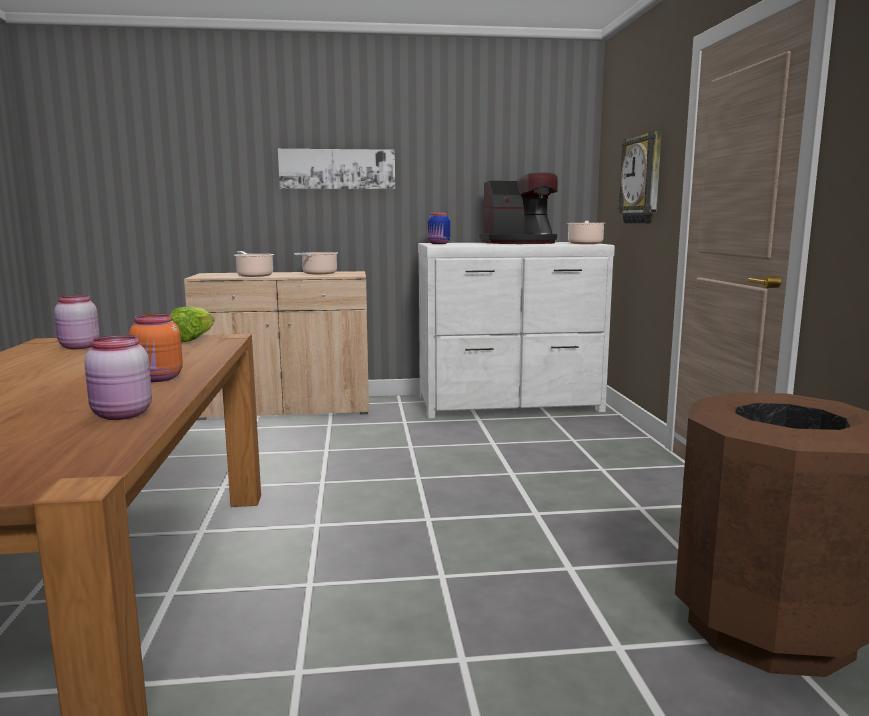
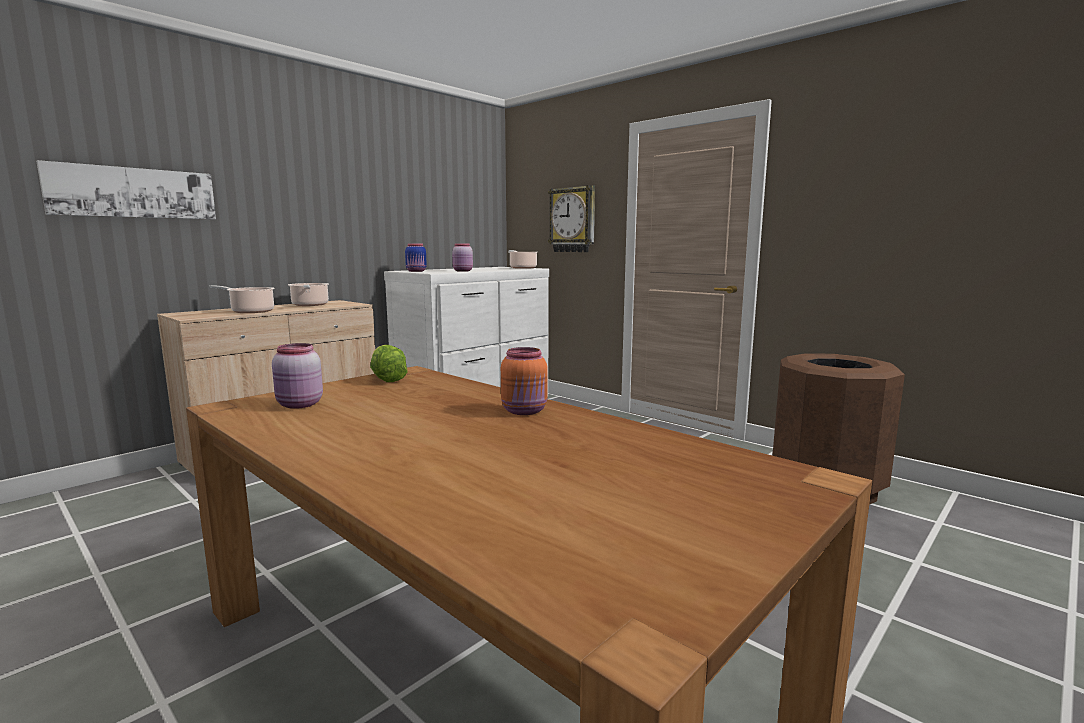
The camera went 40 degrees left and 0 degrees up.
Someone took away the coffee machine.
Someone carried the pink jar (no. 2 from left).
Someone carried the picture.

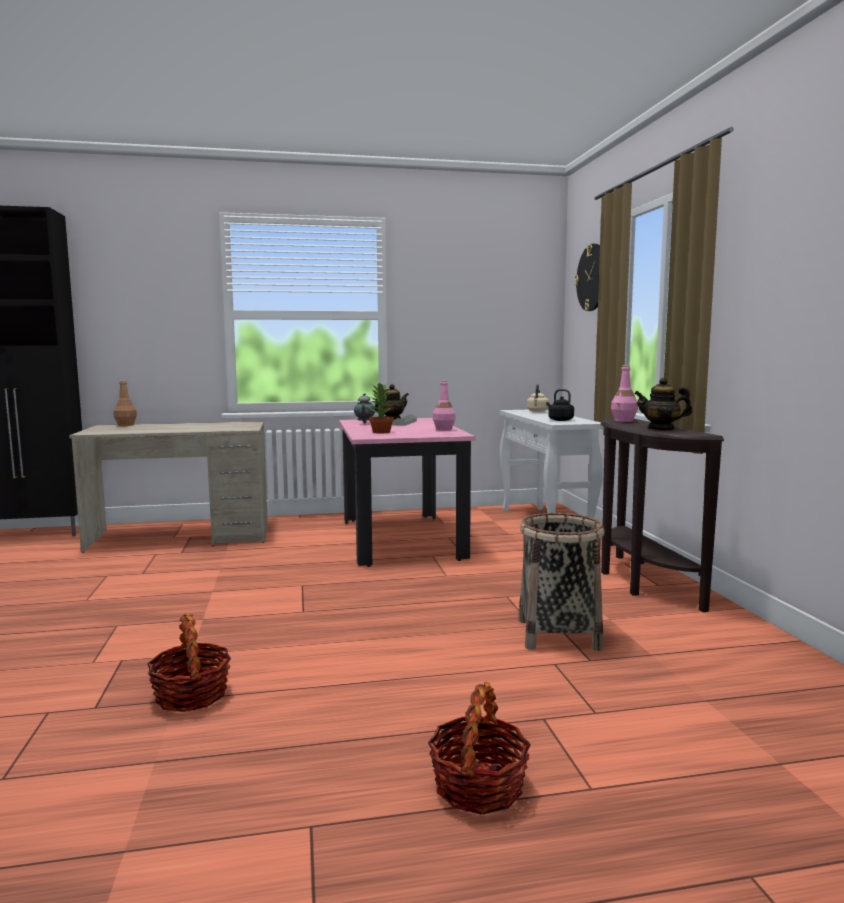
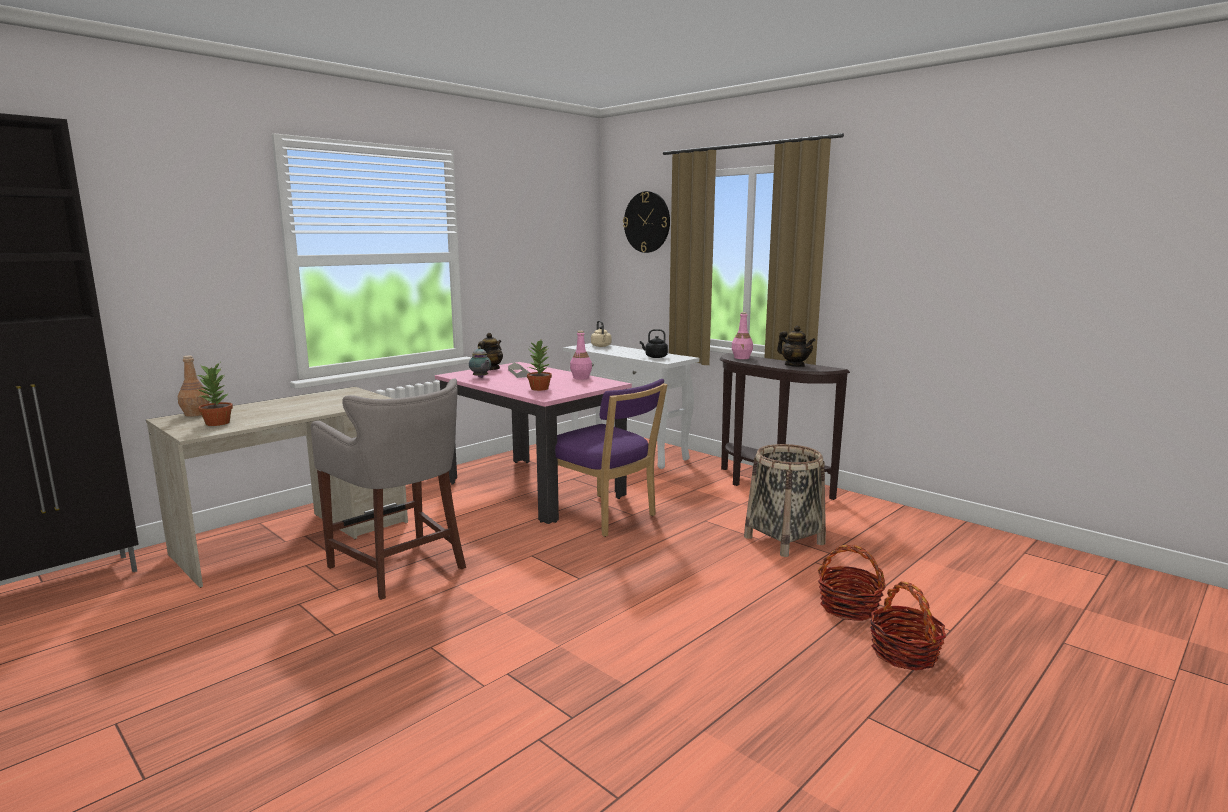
The camera went 35 degrees left and 5 degrees up.
Someone put down the potted plant (no. 1 from left).
Someone put down the grey stool.
Someone put down the purple chair.
Someone carried the basket (no. 1 from left in the first image).
Someone rotated the teapot (no. 3 from left) by 105 degrees counterclockwise.

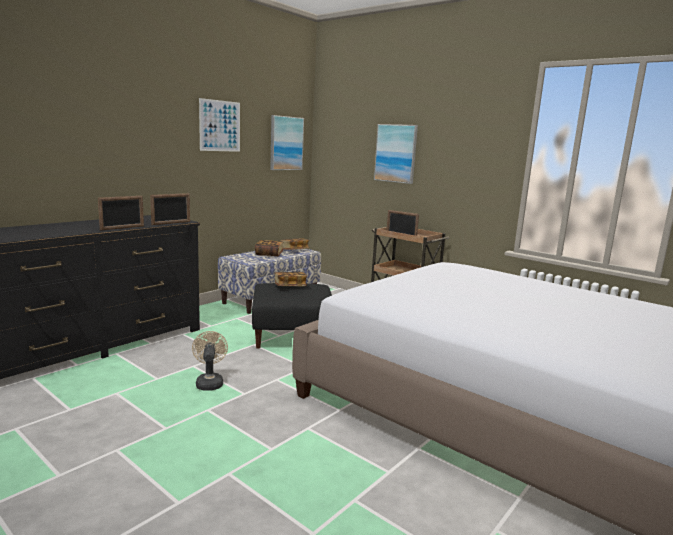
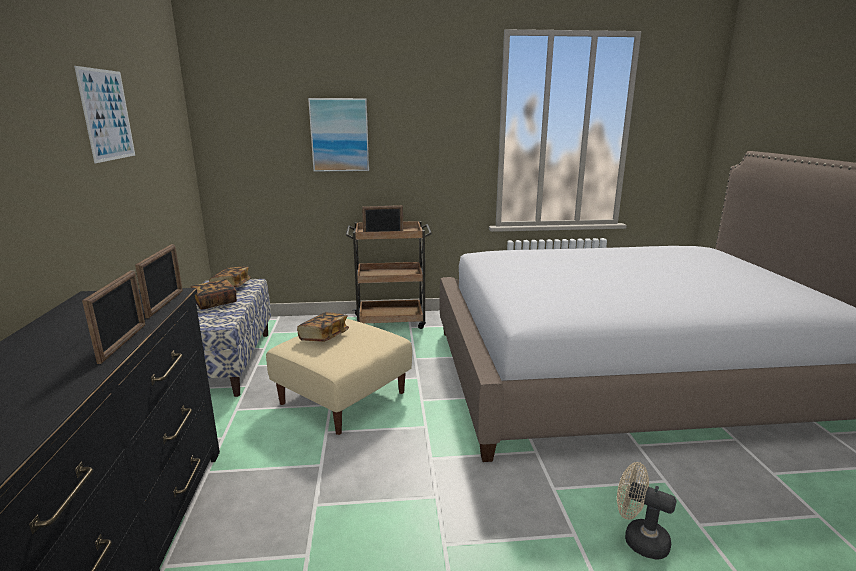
The camera went 45 degrees left and 5 degrees up.
Someone took away the picture (no. 2 from left).
Someone carried the beige fan.
Someone repainted the black ottoman, which became the beige ottoman.

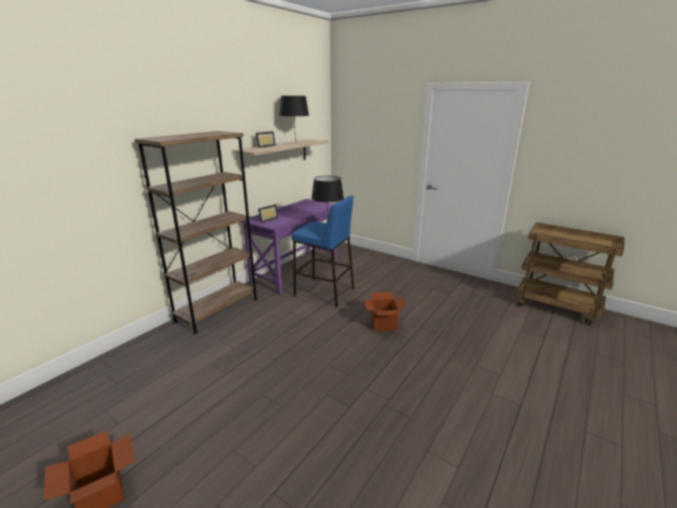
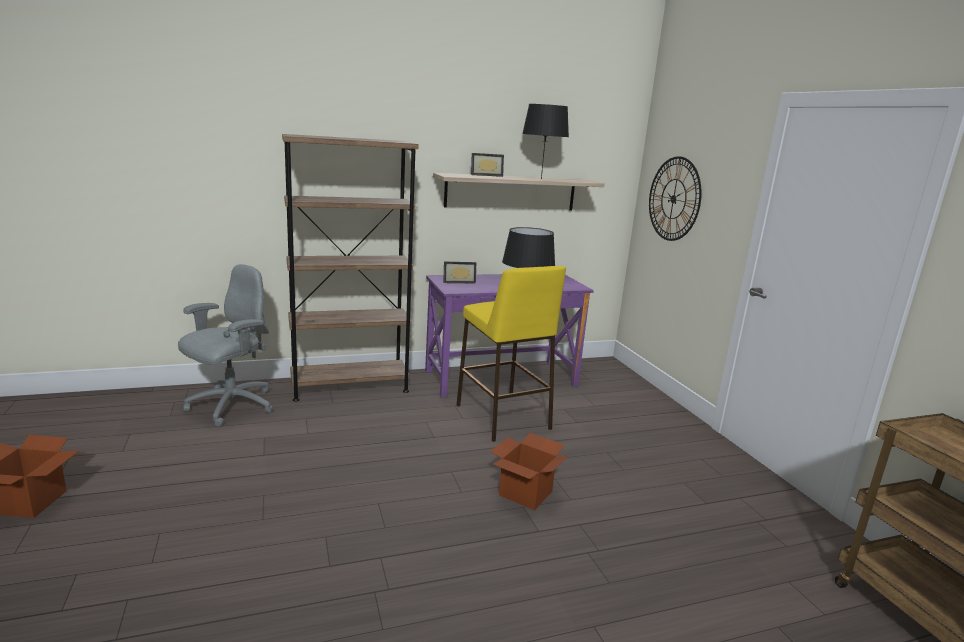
The camera went 35 degrees right and 5 degrees down.
Someone put down the grey office chair.
Someone put up the wall clock.
Someone repainted the blue stool, which became the yellow stool.

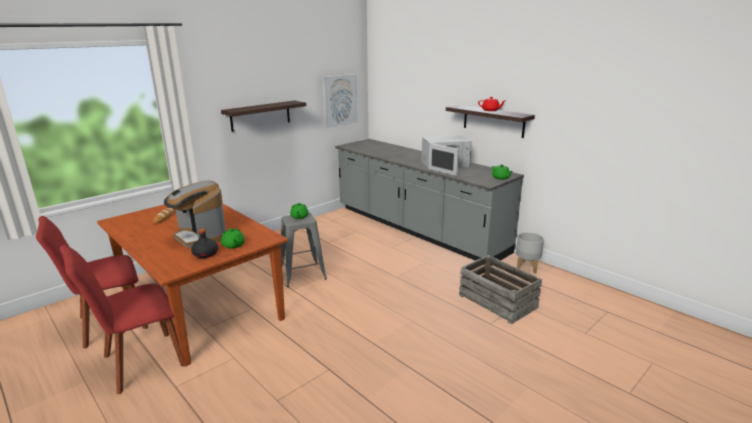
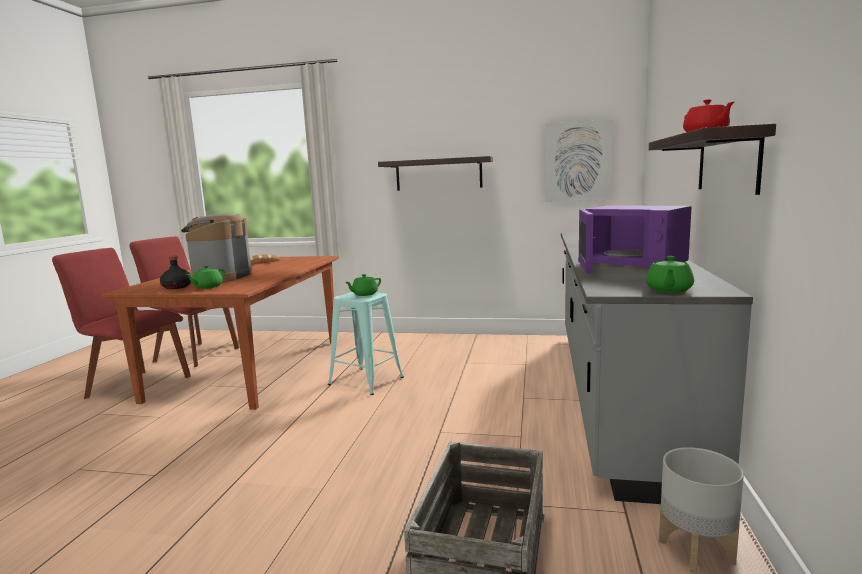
The camera went 55 degrees right and 10 degrees down.
Someone repainted the grey stool, which became the turquoise stool.
Someone repainted the white microwave, which became the purple microwave.

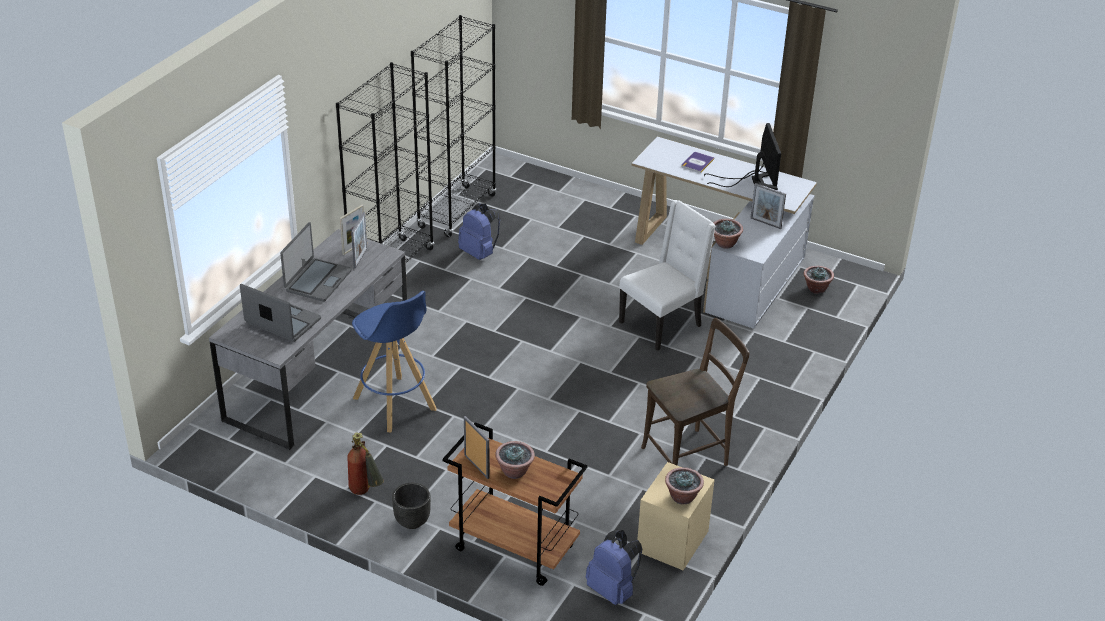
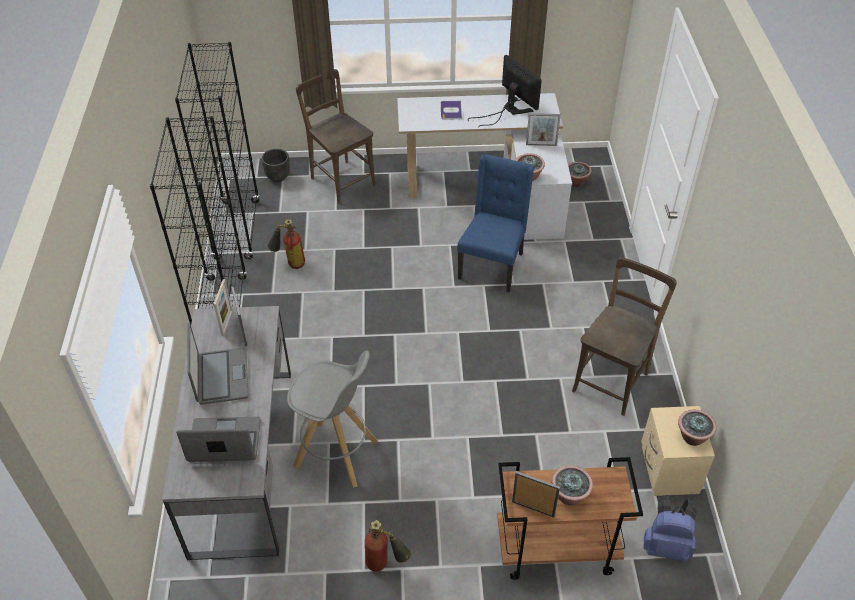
The camera went 30 degrees left and 10 degrees up.
Someone put down the brown chair (no. 1 from left).
Someone carried the black planter.
Someone swapped the blue backpack (no. 1 from left) for the fire extinguisher (no. 1 from left).
Someone repainted the blue stool, which became the grey stool.
Someone repainted the white chair, which became the blue chair.

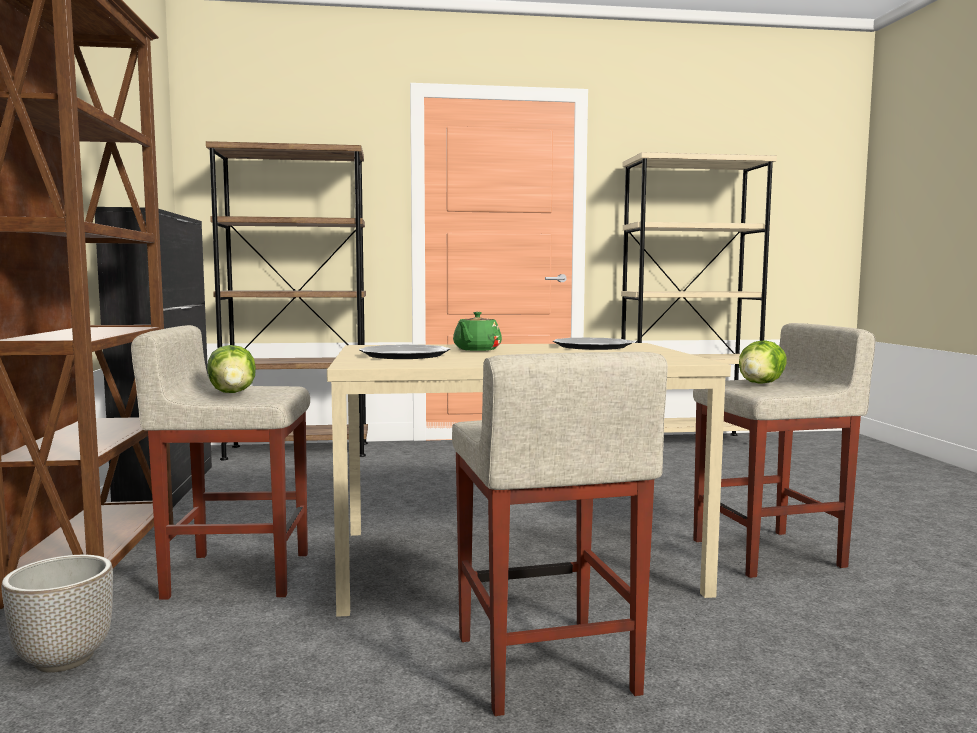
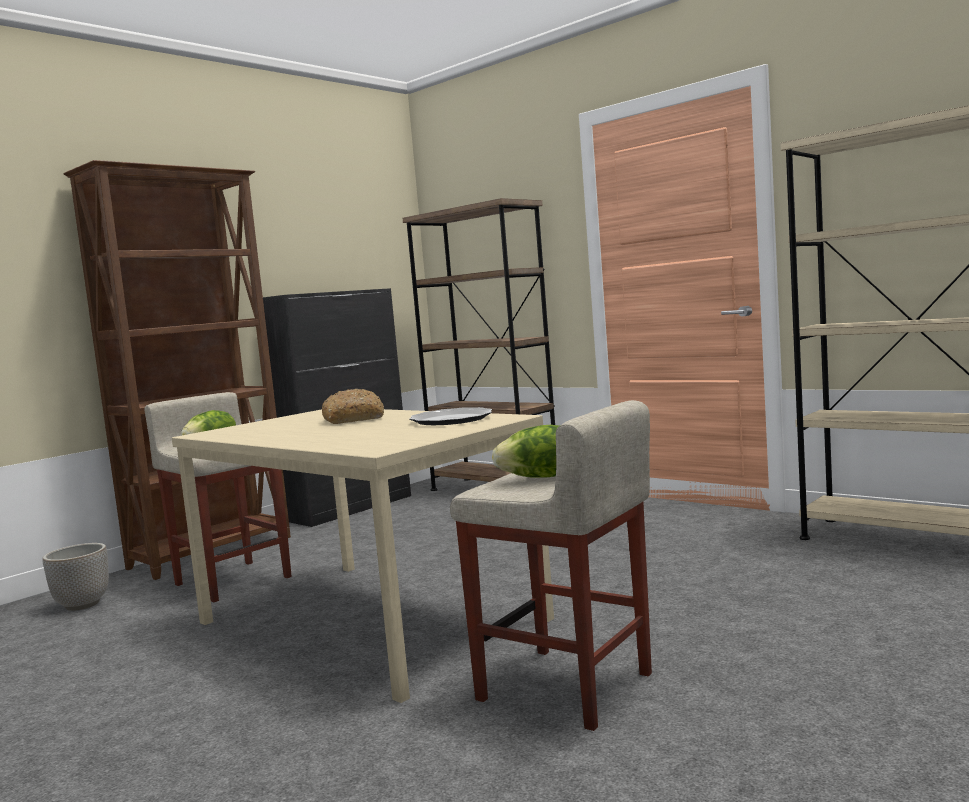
The camera went 50 degrees right and 0 degrees up.
Someone took away the plate (no. 1 from left).
Someone took away the beige stool (no. 2 from left).
Someone swapped the green teapot for the bread.

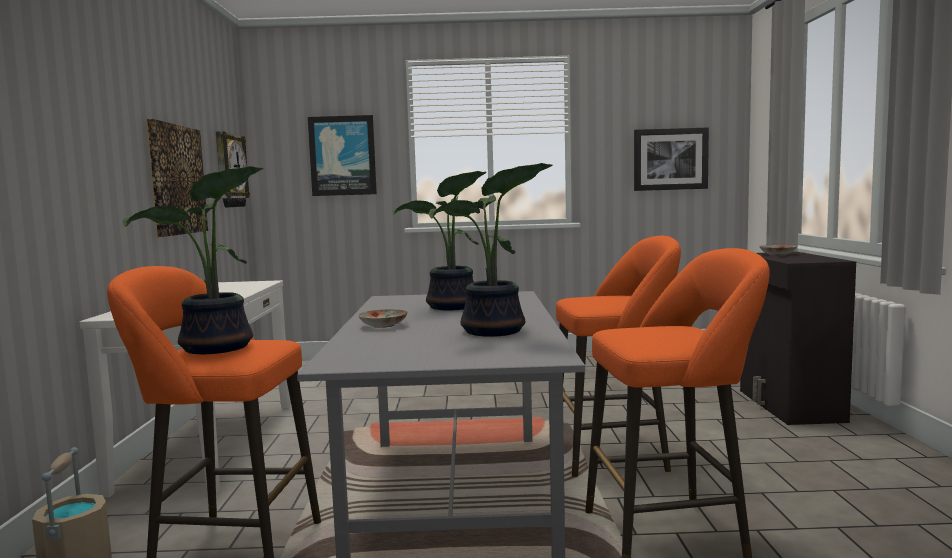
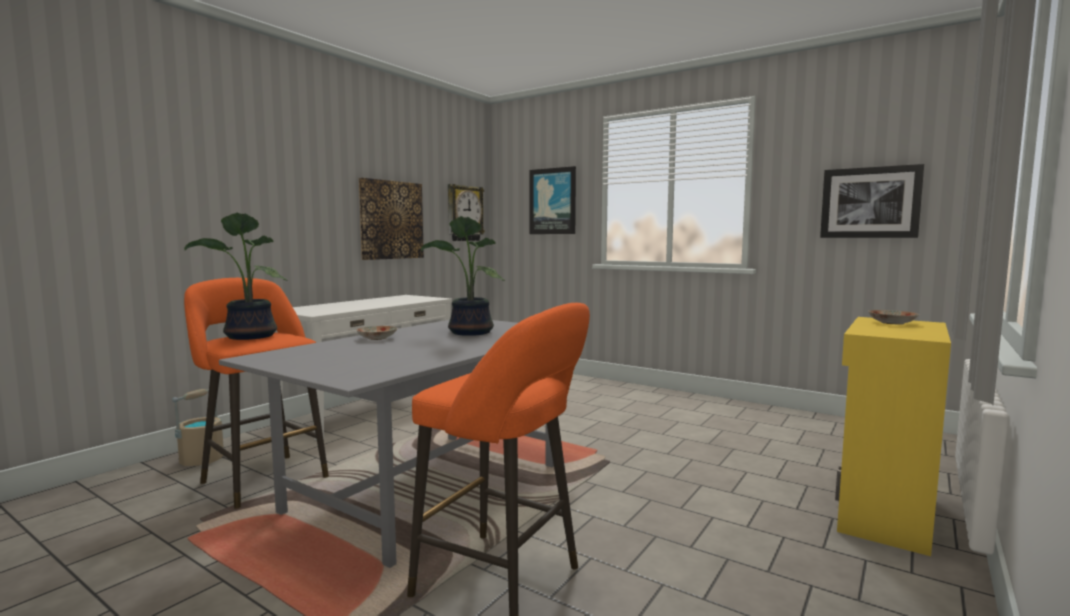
The camera went 35 degrees right and 0 degrees up.
Someone took away the potted plant (no. 3 from left).
Someone took away the orange stool (no. 2 from left).
Someone repainted the black cabinet, which became the yellow cabinet.

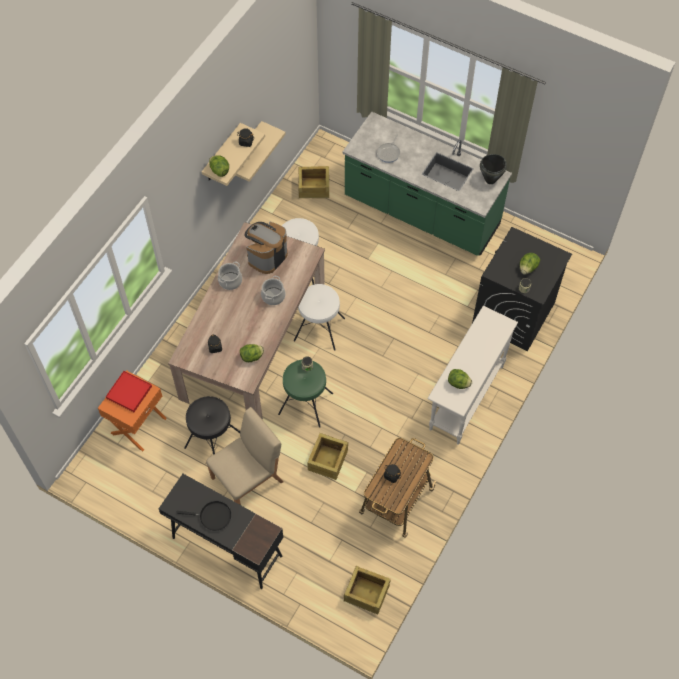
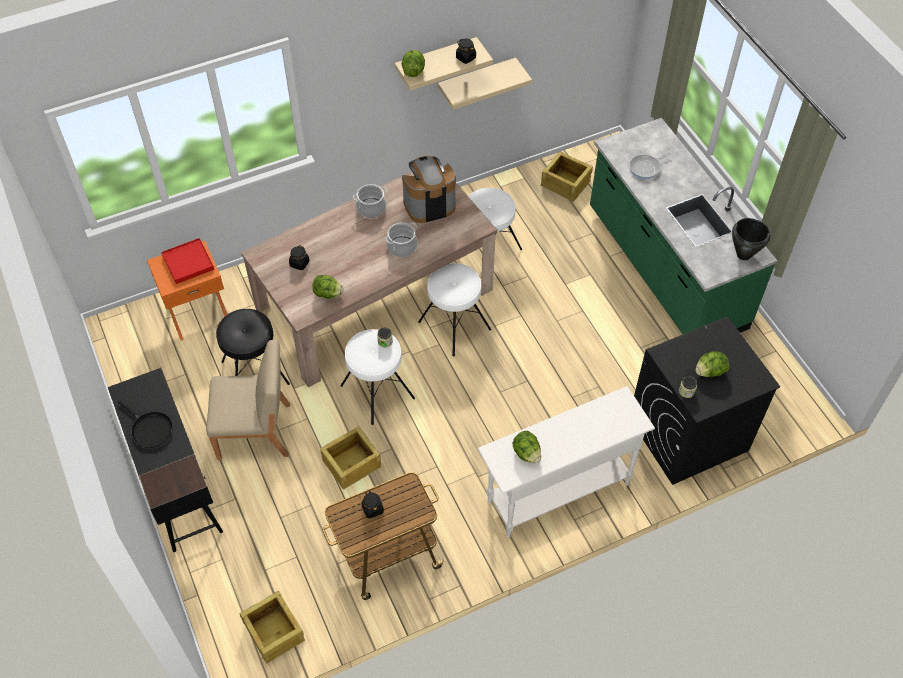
The camera went 35 degrees right and 5 degrees down.
Someone repainted the green stool, which became the white stool (no. 1 from left).

